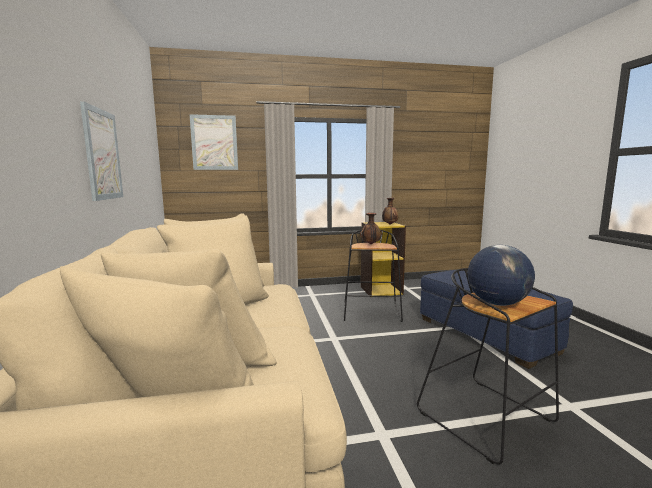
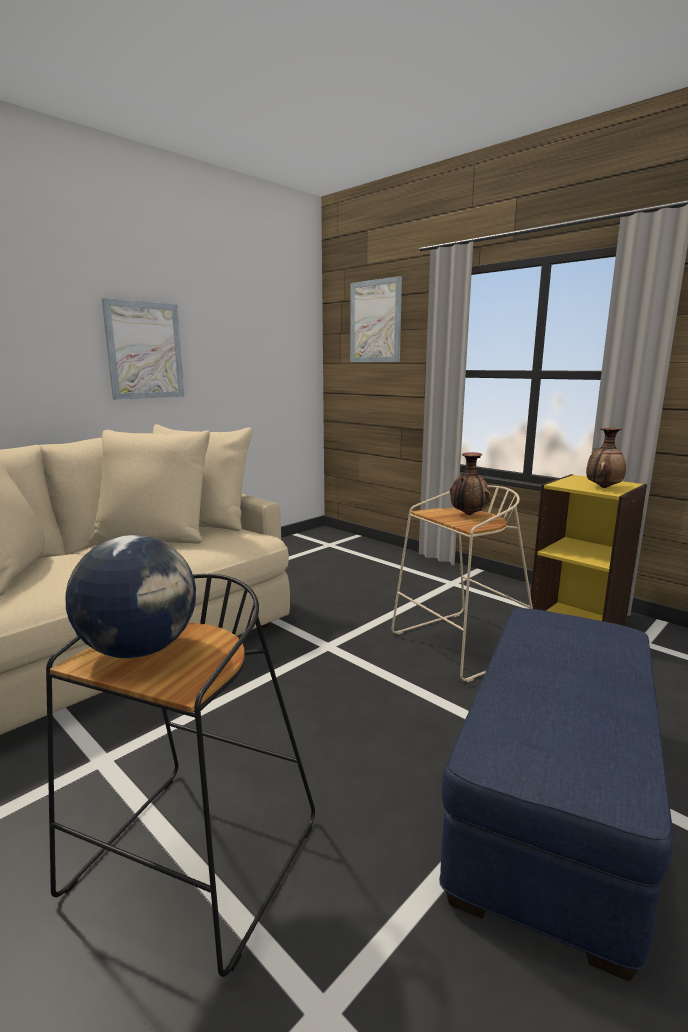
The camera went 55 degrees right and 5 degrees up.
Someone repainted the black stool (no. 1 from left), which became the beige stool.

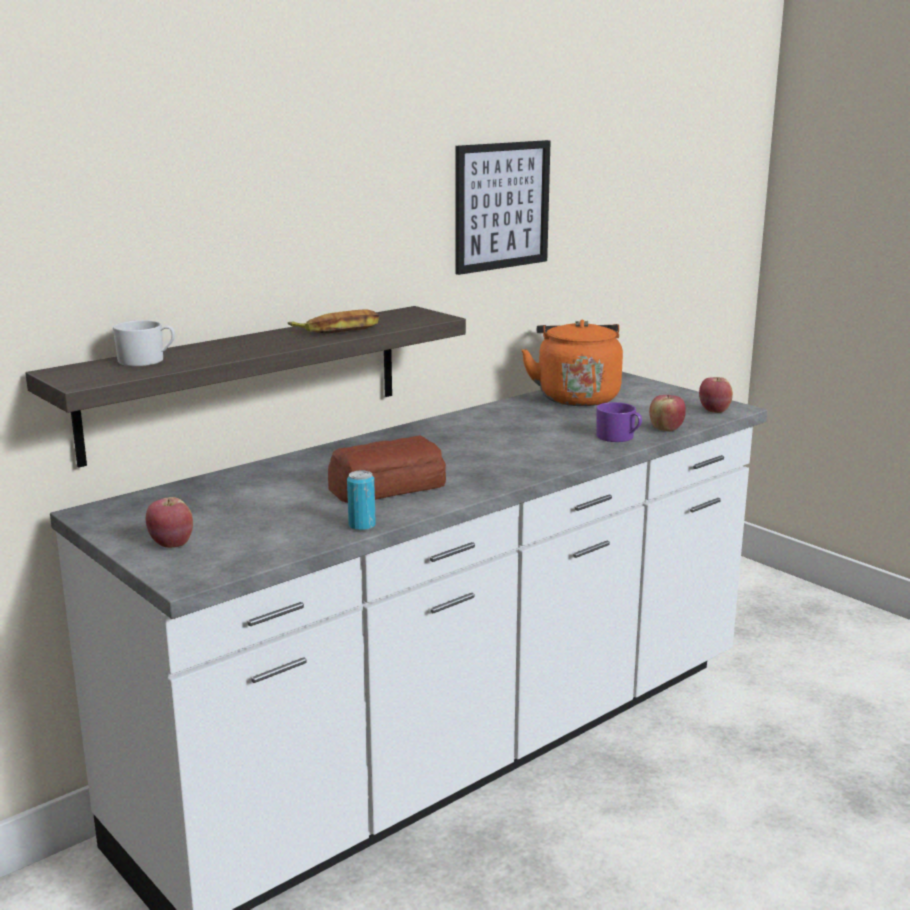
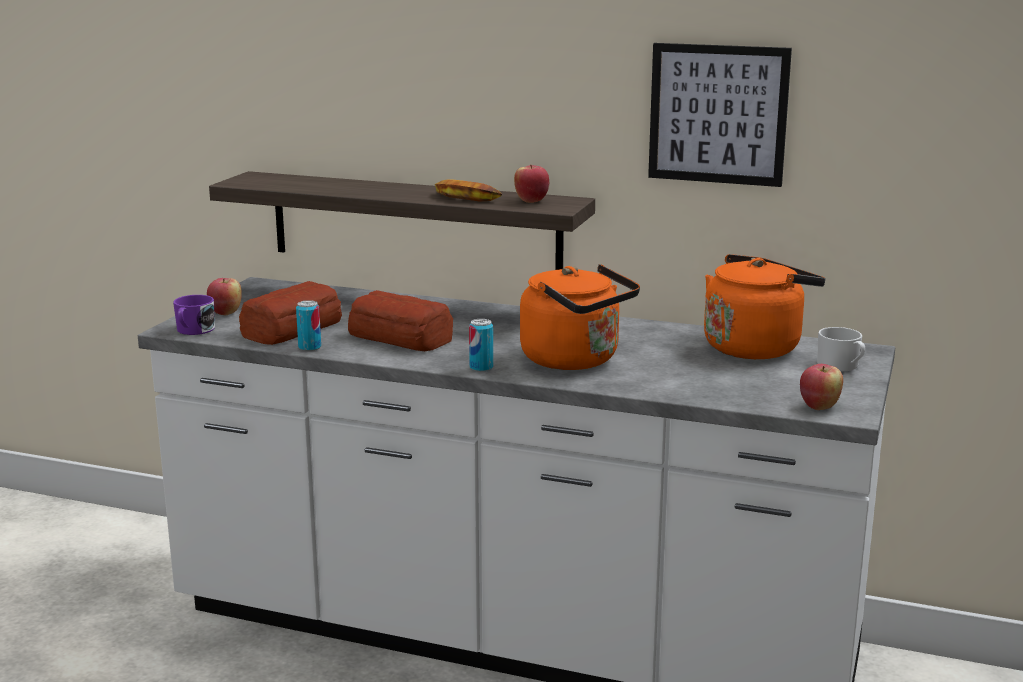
The camera went 60 degrees right and 0 degrees up.
Someone put down the bread (no. 1 from left).
Someone put down the can (no. 2 from left).
Someone put down the orange kettle (no. 1 from left).
Someone carried the white mug.
Someone carried the purple mug.
Someone carried the apple (no. 2 from left).

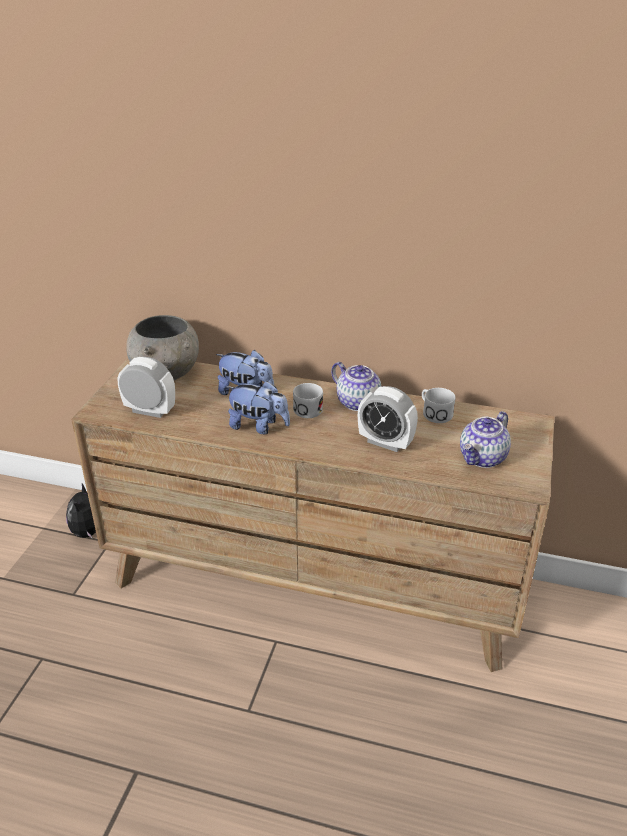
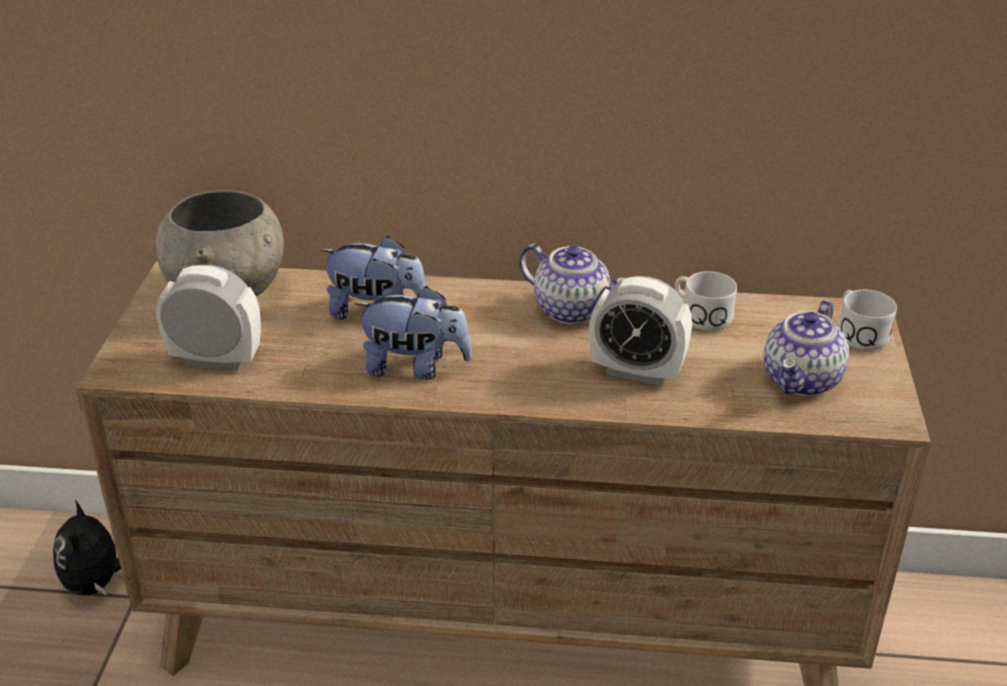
The camera went 10 degrees left and 0 degrees up.
Someone carried the white mug (no. 1 from left in the first image).

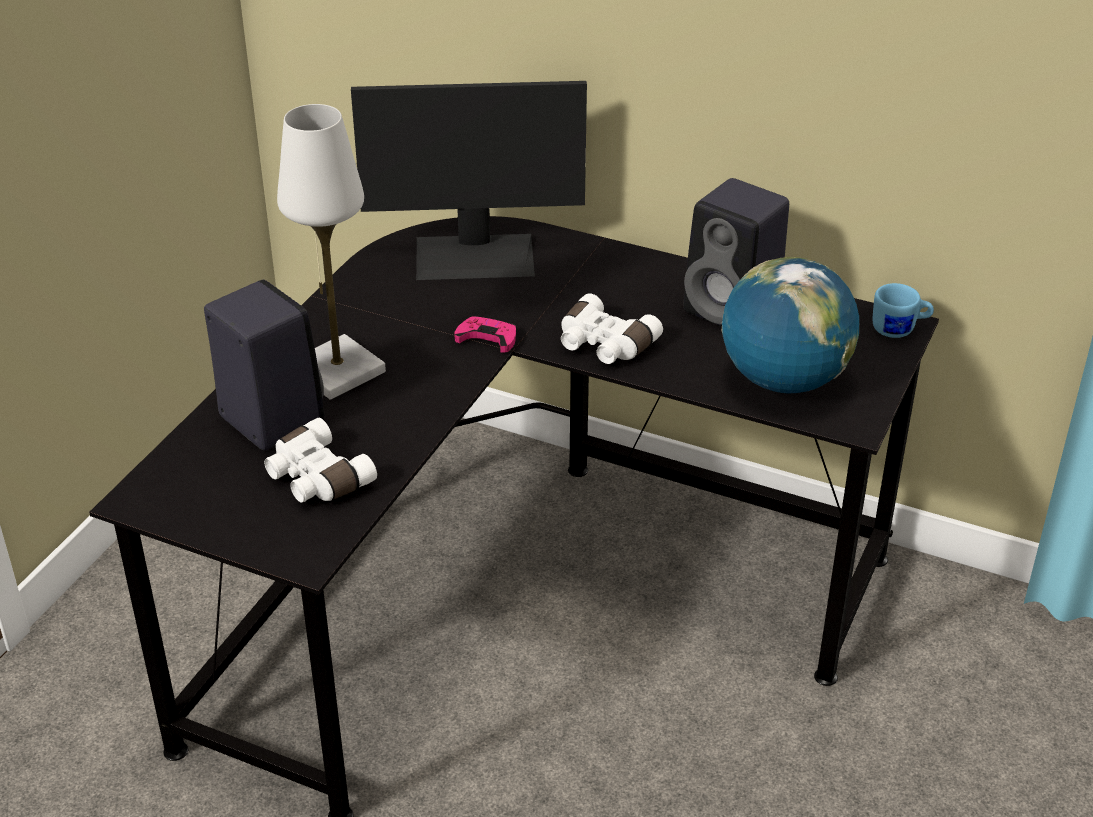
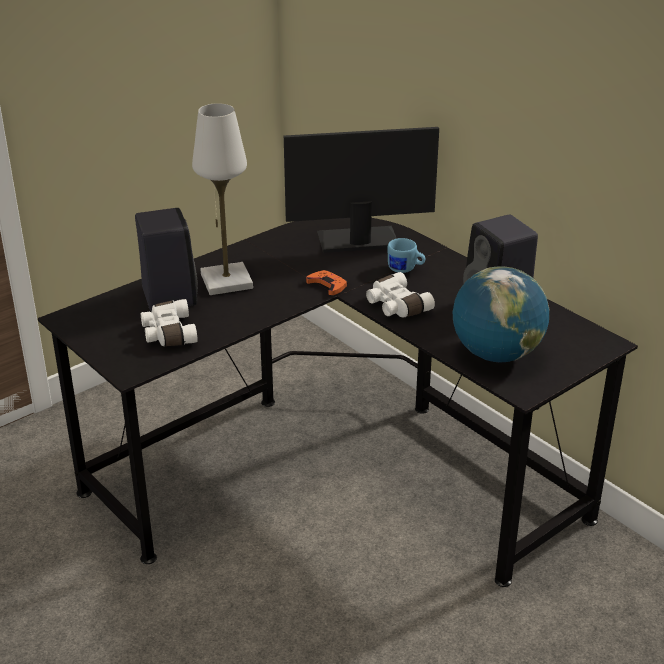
The camera went 25 degrees right and 5 degrees down.
Someone carried the blue mug.
Someone repainted the pink game controller, which became the orange game controller.
Someone rotated the monitor by 150 degrees clockwise.

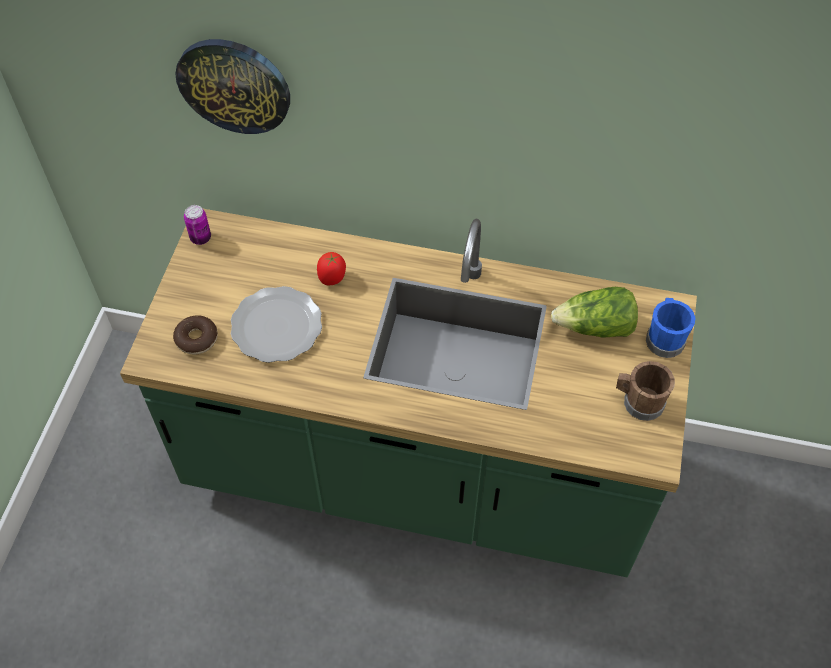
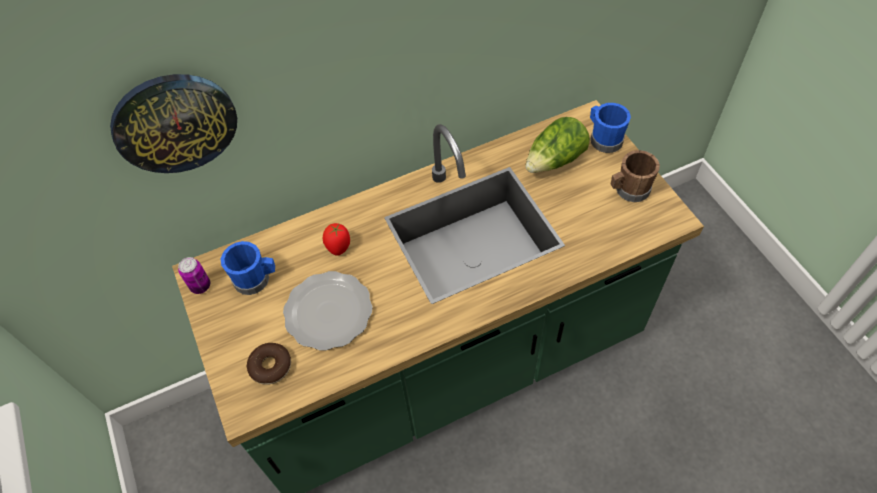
The camera went 35 degrees left and 0 degrees up.
Someone put down the blue mug (no. 1 from left).

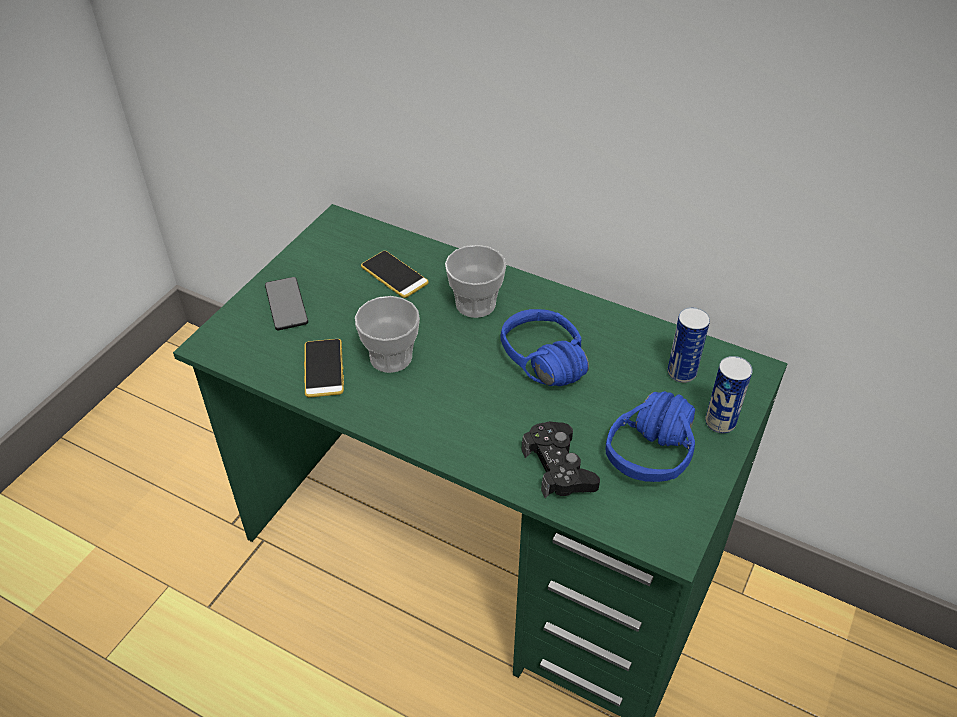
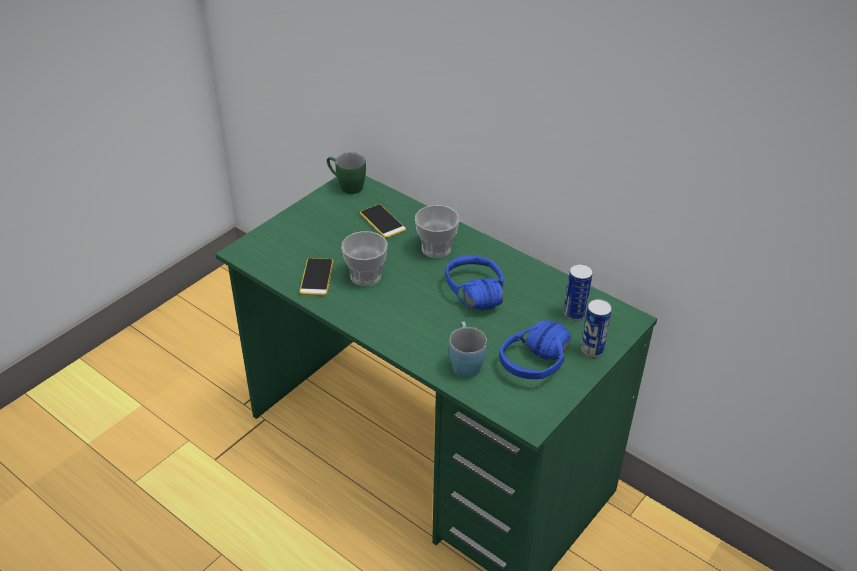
The camera went 10 degrees right and 5 degrees down.
Someone took away the phone (no. 1 from left).
Someone put down the green mug.
Someone swapped the black game controller for the blue mug.

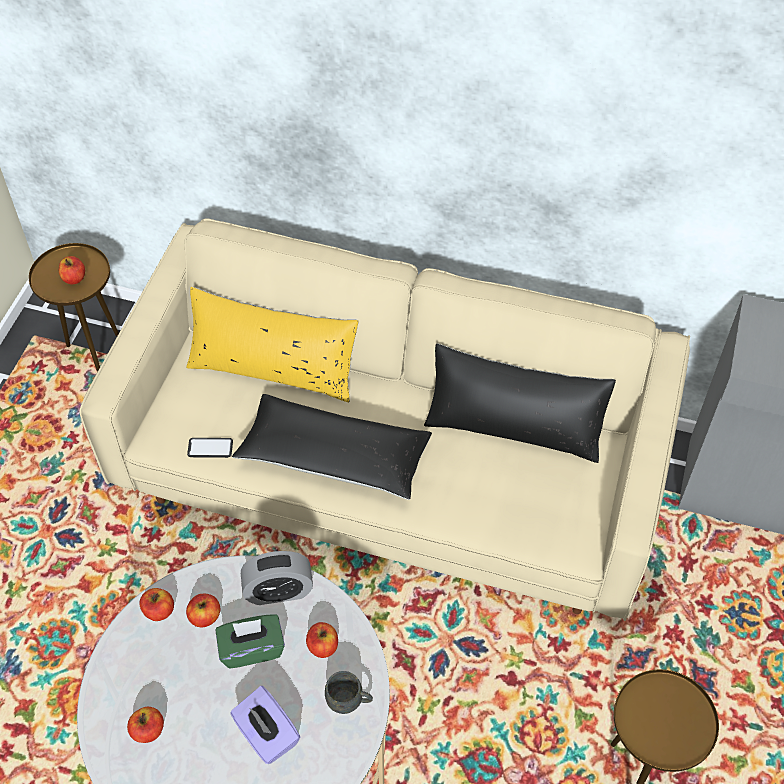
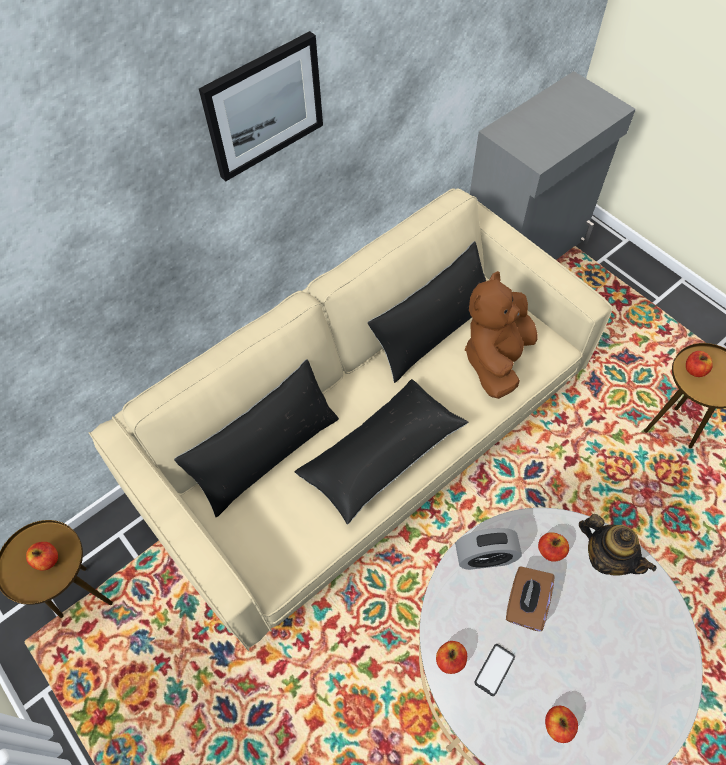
The camera went 55 degrees left and 5 degrees up.
Someone took away the purple tissue box.
Someone put up the picture.
Someone put down the brown plush toy.
Someone carried the apple (no. 4 from left in the first image).
Someone carried the phone.
Someone swapped the grey mug for the teapot.
Someone repainted the yellow pillow, which became the black pillow (no. 1 from left).
Someone repainted the green tissue box, which became the brown tissue box.
Someone rotated the alarm clock by 60 degrees clockwise.

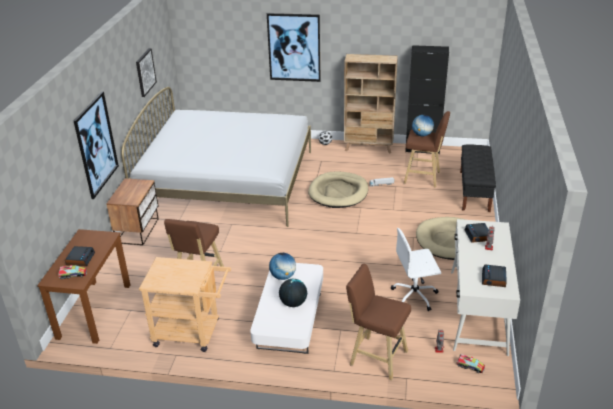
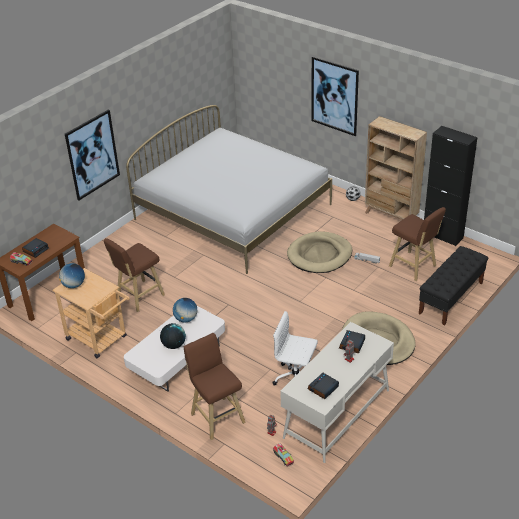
The camera went 30 degrees right and 5 degrees up.
Someone took away the nightstand.
Someone took away the picture (no. 2 from left).
Someone carried the globe (no. 3 from left in the first image).

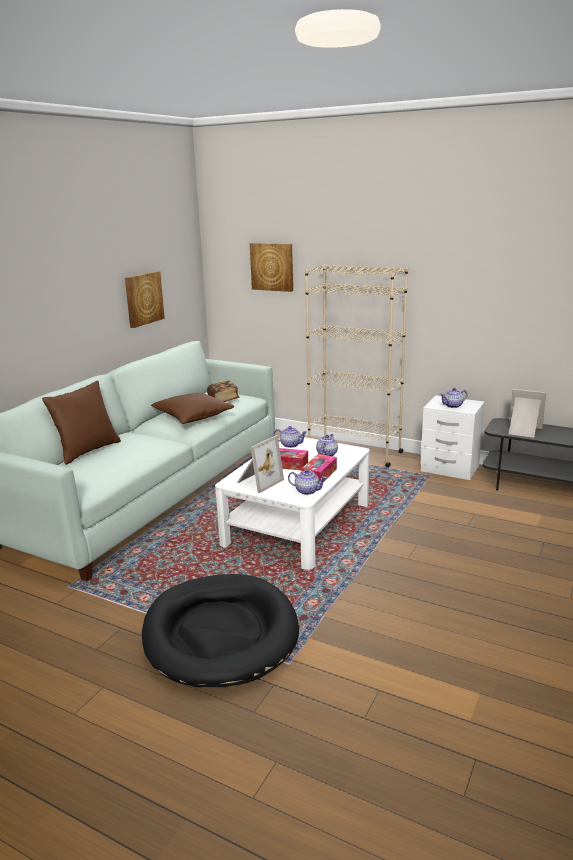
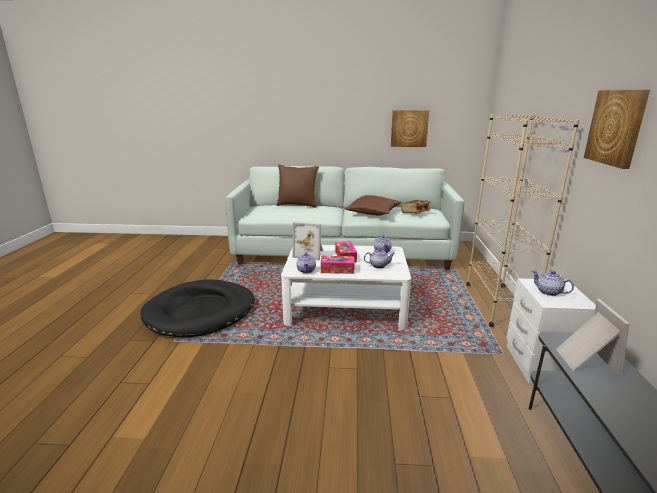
The camera went 65 degrees right and 0 degrees up.
Someone carried the picture (no. 2 from left).

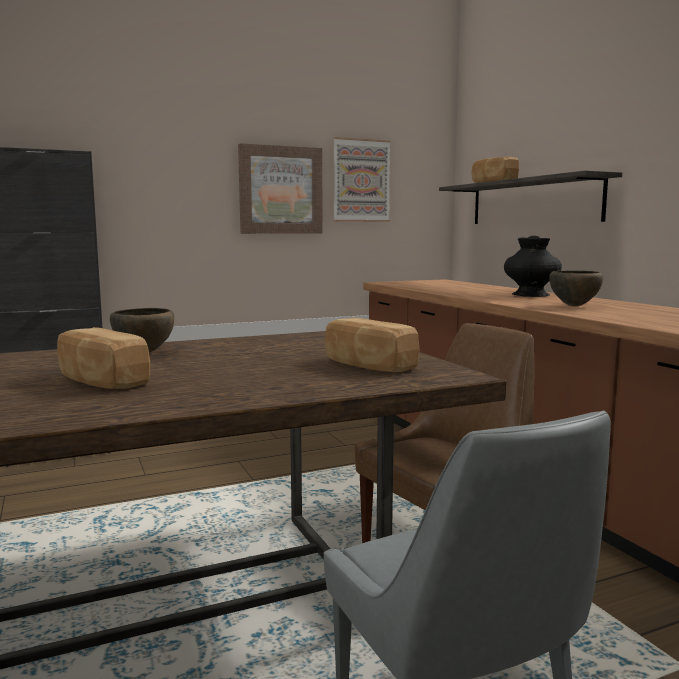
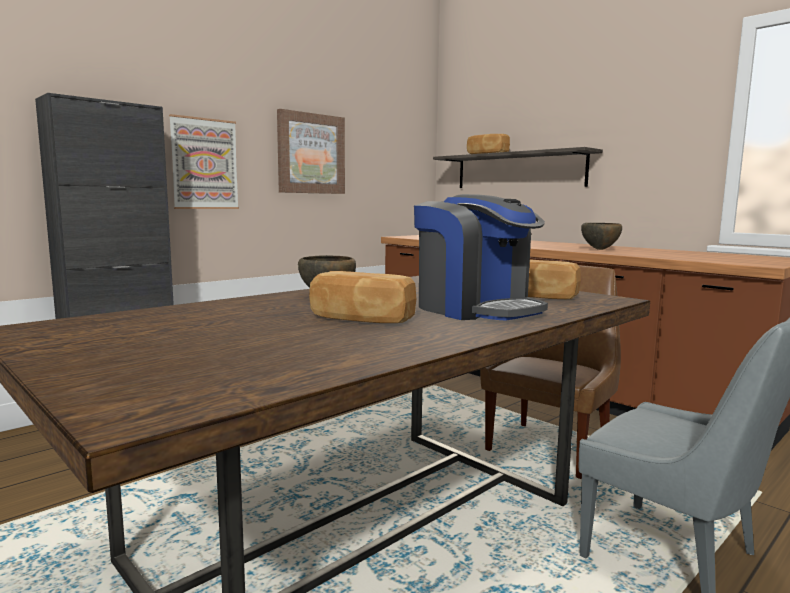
The camera went 20 degrees left and 0 degrees up.
Someone took away the black vase.
Someone put down the coffee machine.
Someone carried the picture (no. 2 from left in the first image).

